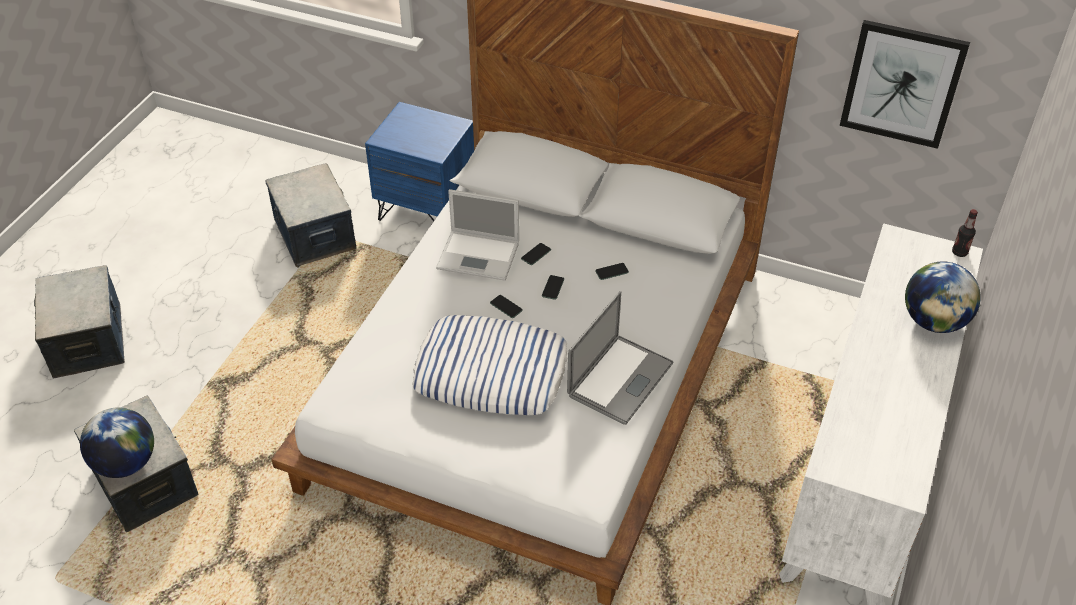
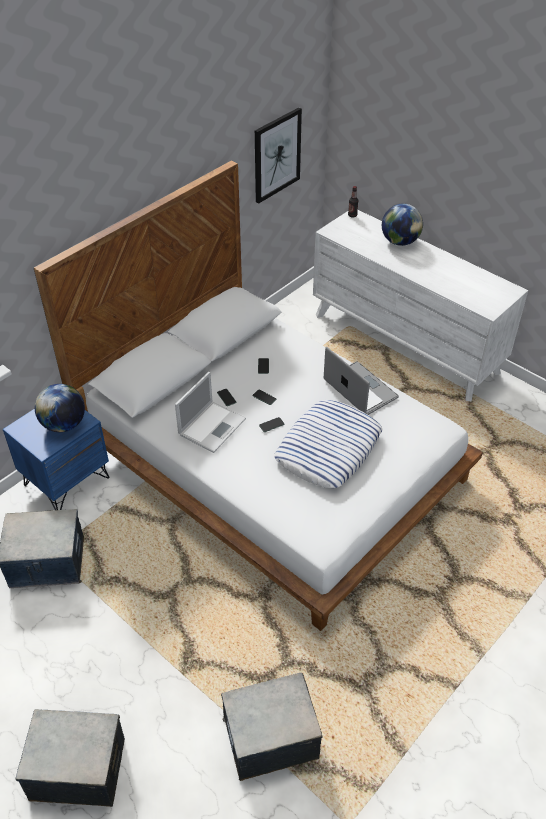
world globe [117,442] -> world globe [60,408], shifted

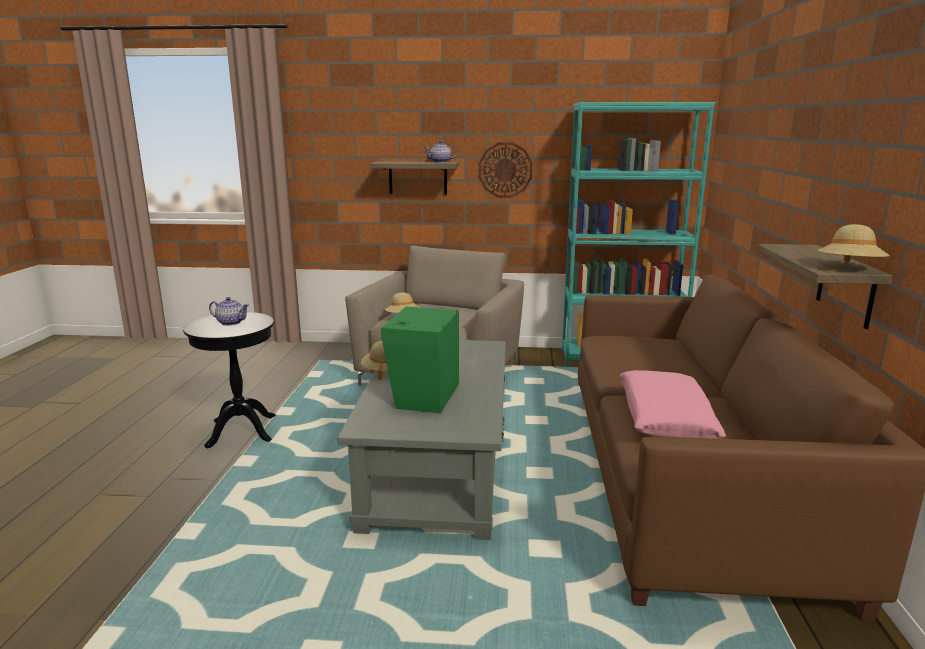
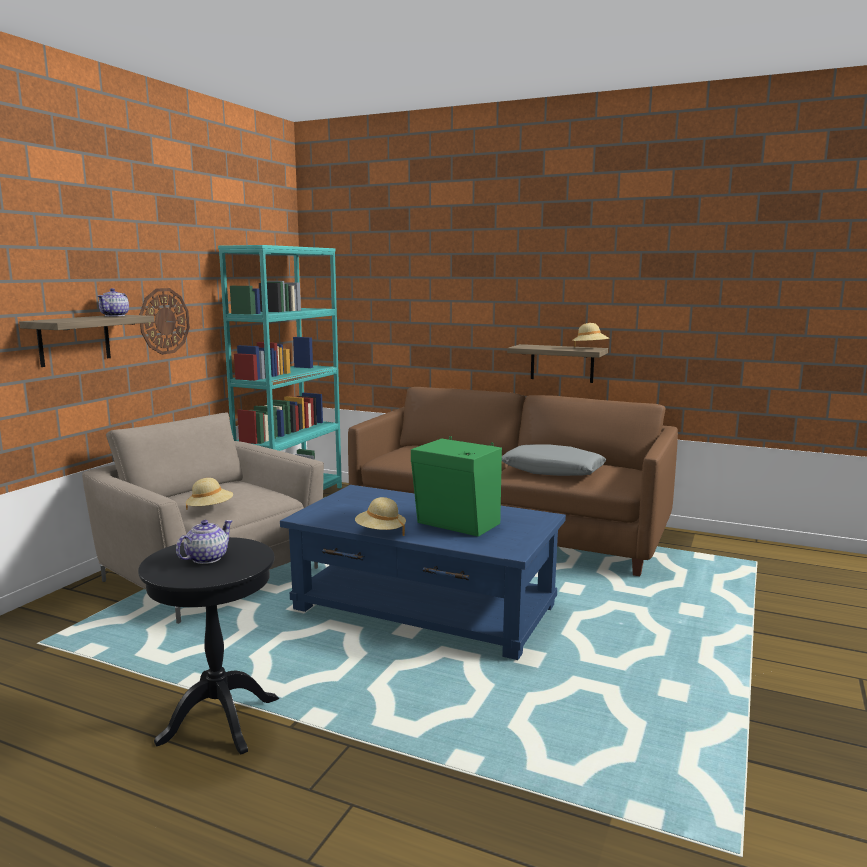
low table/grey [421,440] -> low table/blue [423,572]
throw pillow/pink-coloured [673,404] -> throw pillow/grey [554,460]

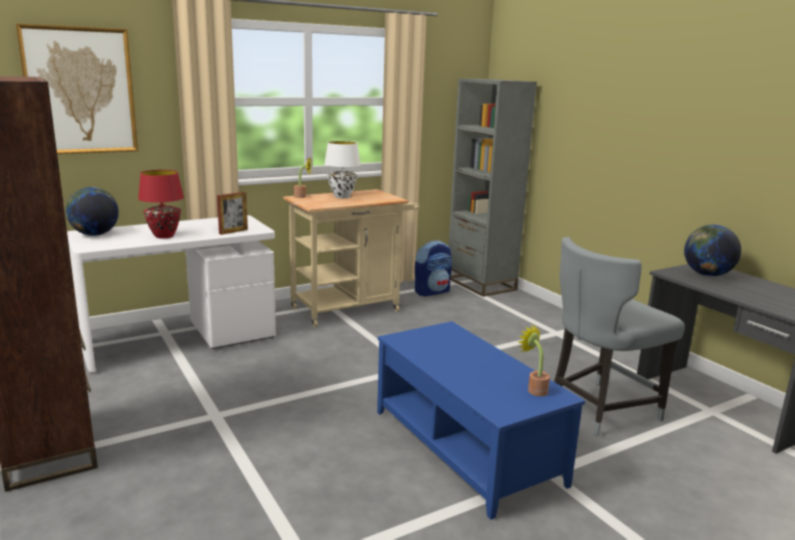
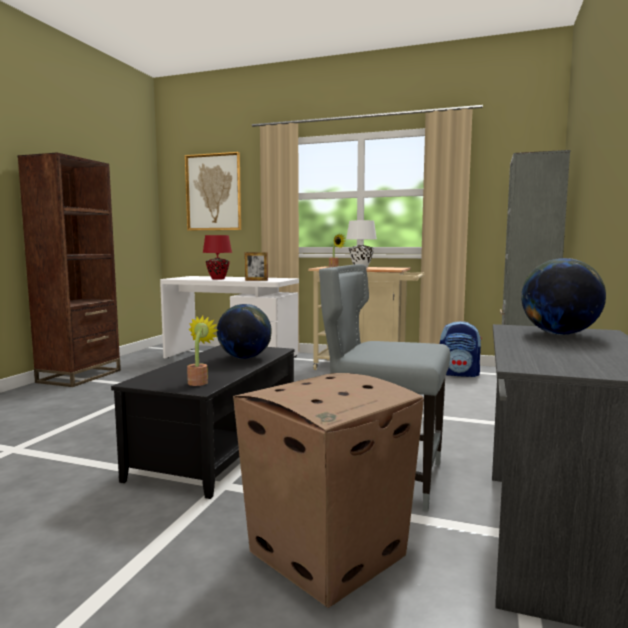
world globe [92,211] -> world globe [244,331], shifted
low table/blue [481,420] -> low table/black [203,422]
none -> packing box [328,490]

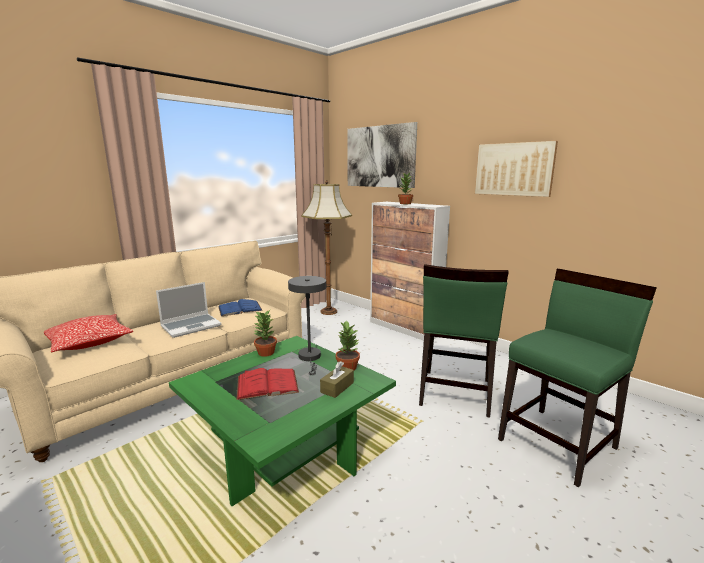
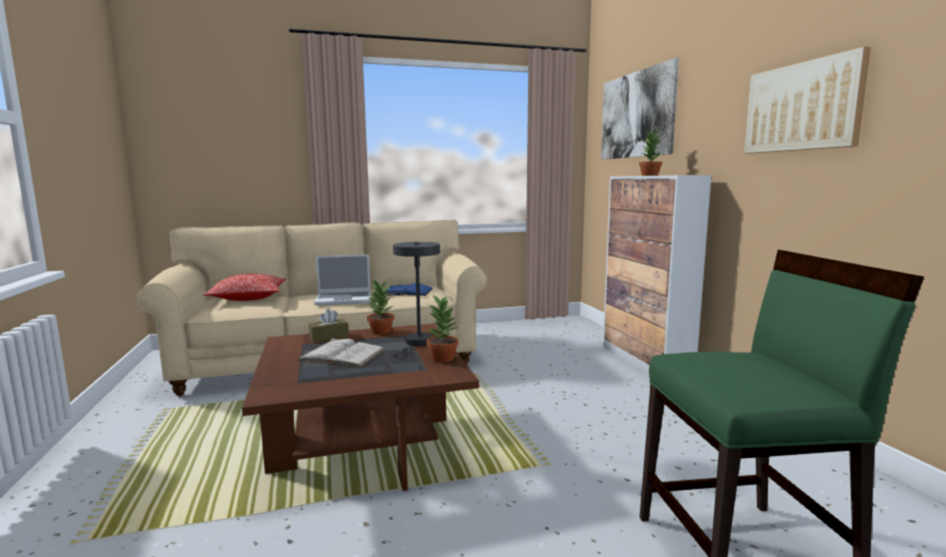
floor lamp [326,247] -> none
upright chair/green [464,340] -> none
low table/green [282,421] -> low table/brown-coloured [360,407]
box of tissues/brown-coloured [337,379] -> box of tissues/brown-coloured [329,326], shifted
book/reddish [268,384] -> book/white-coloured [341,352]

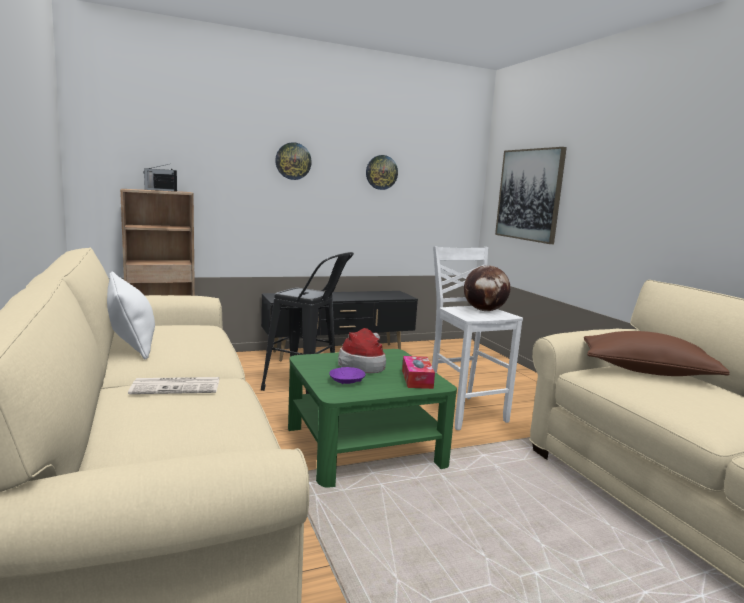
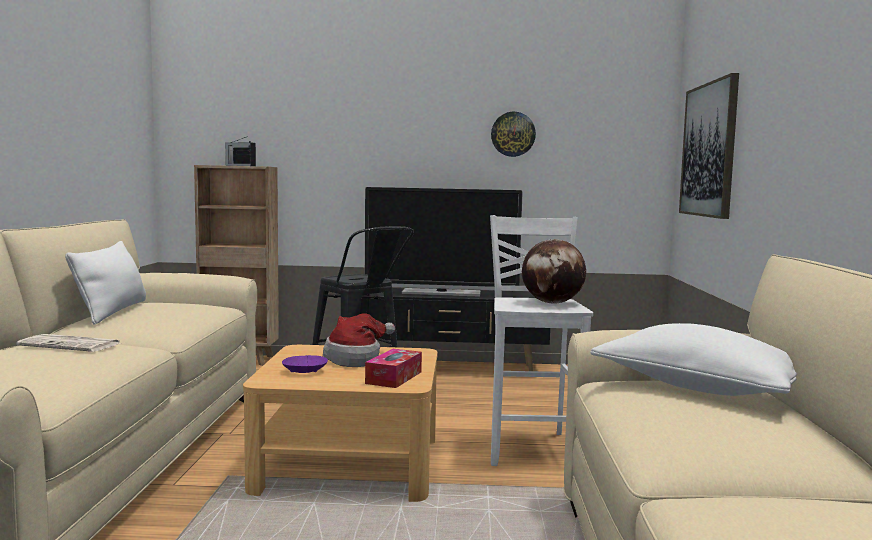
wall clock [293,161] -> none
throw pillow/brown-coloured [656,353] -> throw pillow/white-coloured [693,359]
low table/green [372,418] -> low table/beige [340,423]
none -> TV set [444,242]

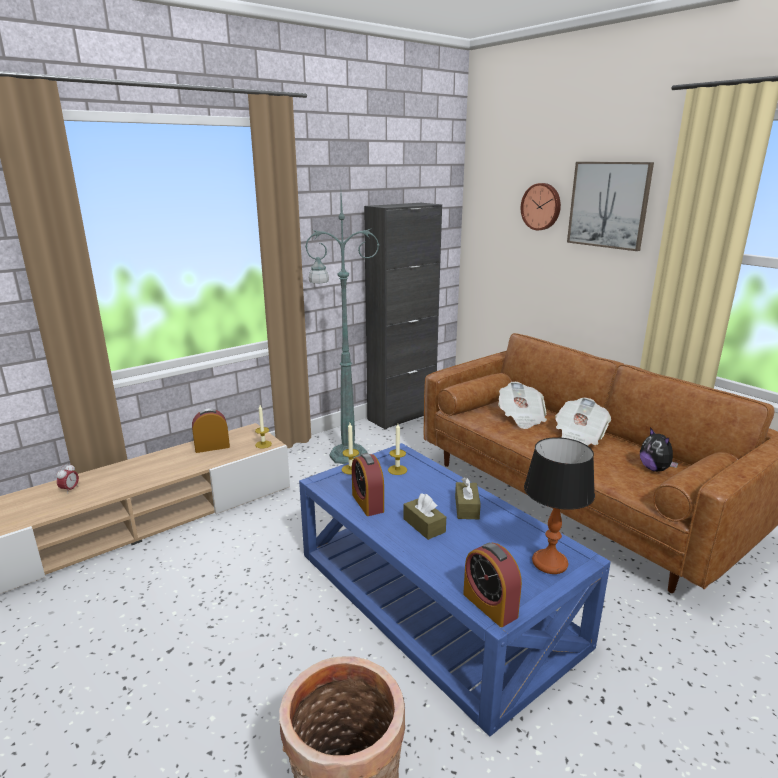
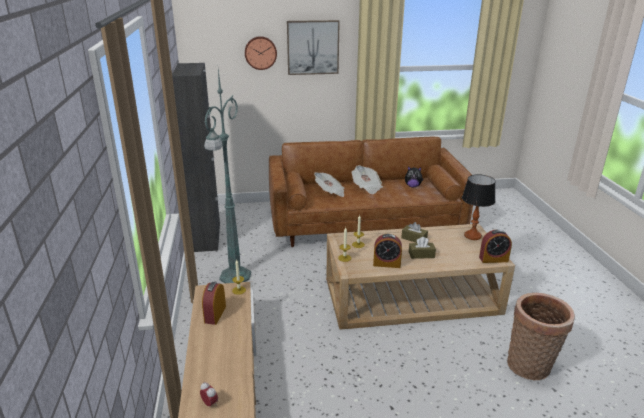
low table/blue [455,590] -> low table/beige [420,277]

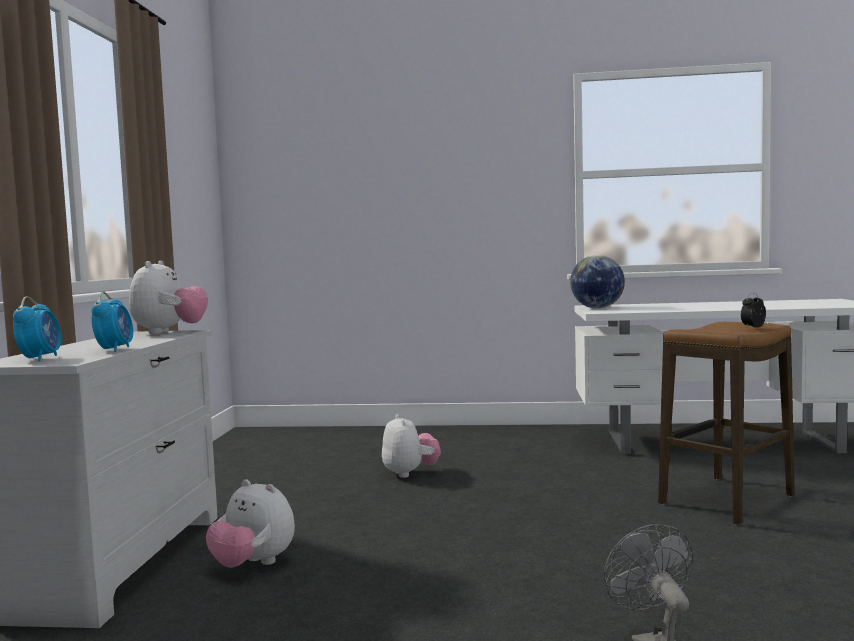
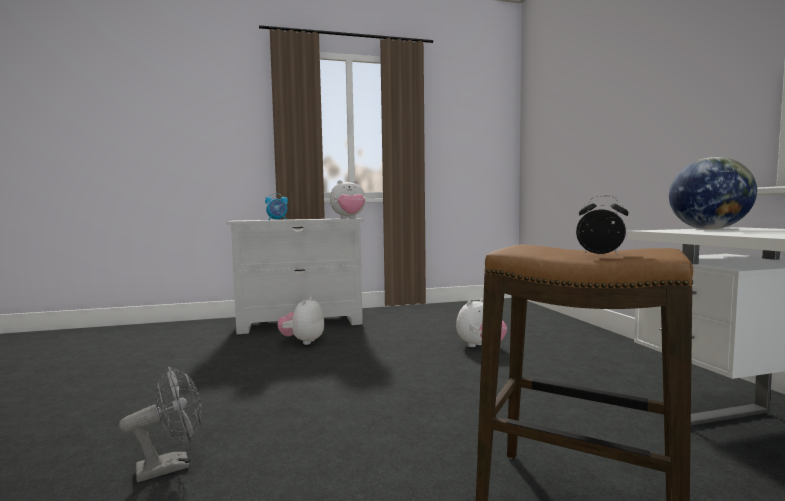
bedside clock [37,328] -> none

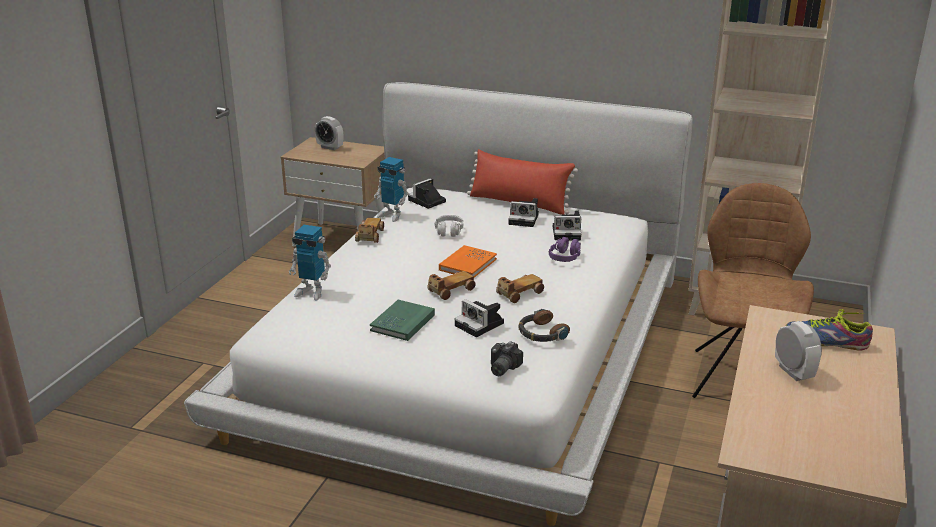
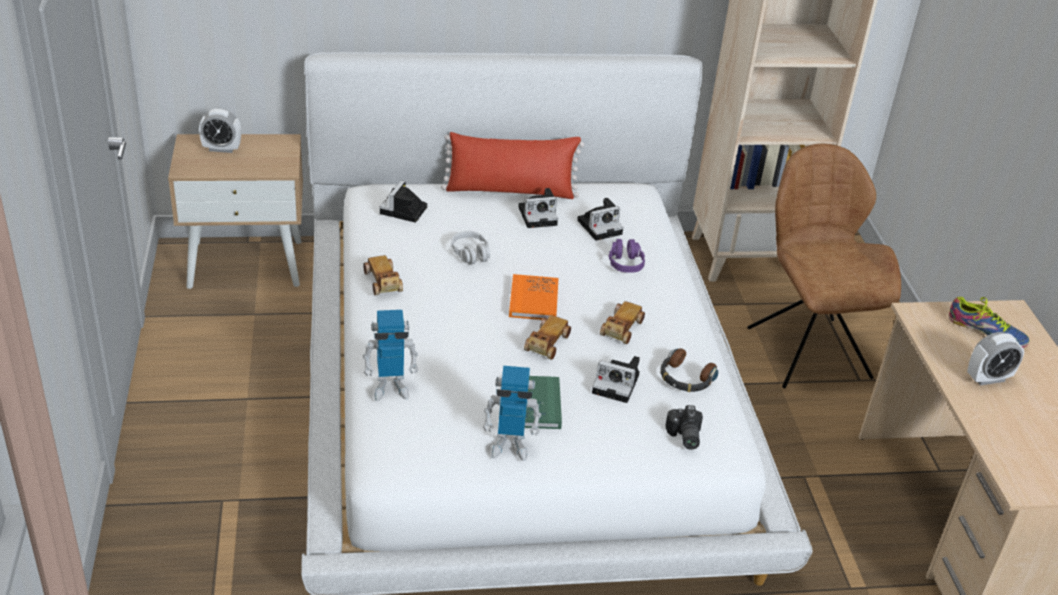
toy robot [391,189] -> toy robot [512,413], shifted
shoe [829,329] -> shoe [989,322], 135 degrees counterclockwise
bedside clock [798,351] -> bedside clock [995,358], 120 degrees clockwise

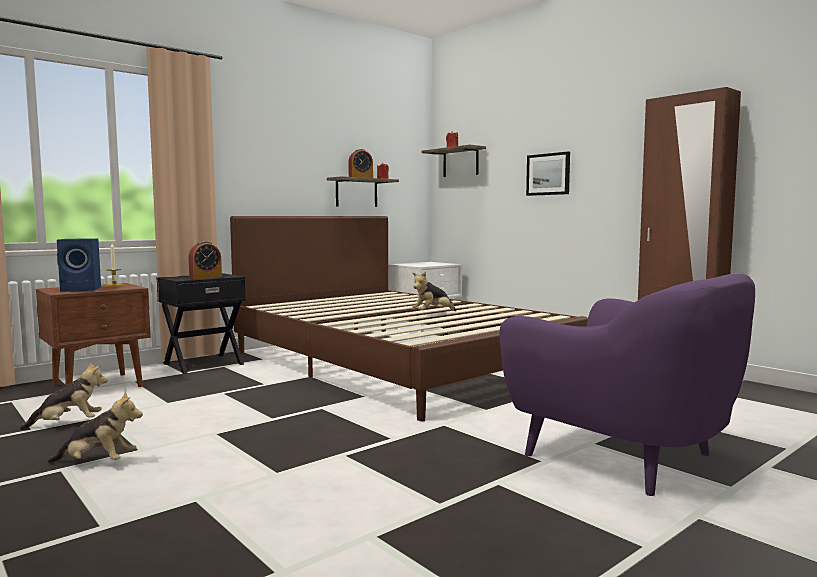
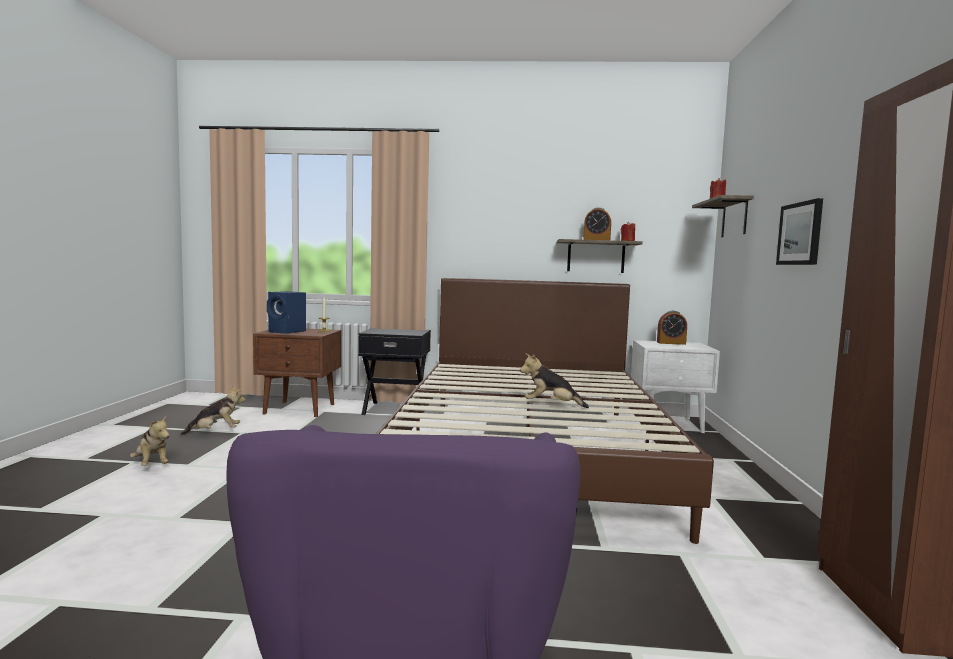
bedside clock [205,260] -> bedside clock [672,328], shifted
soft toy [64,396] -> soft toy [213,410], 45 degrees counterclockwise

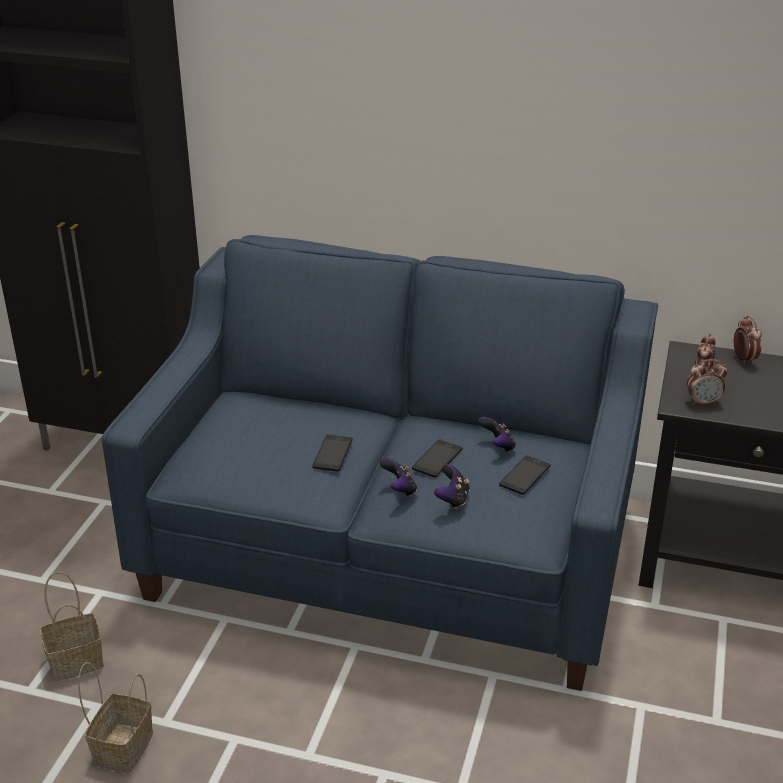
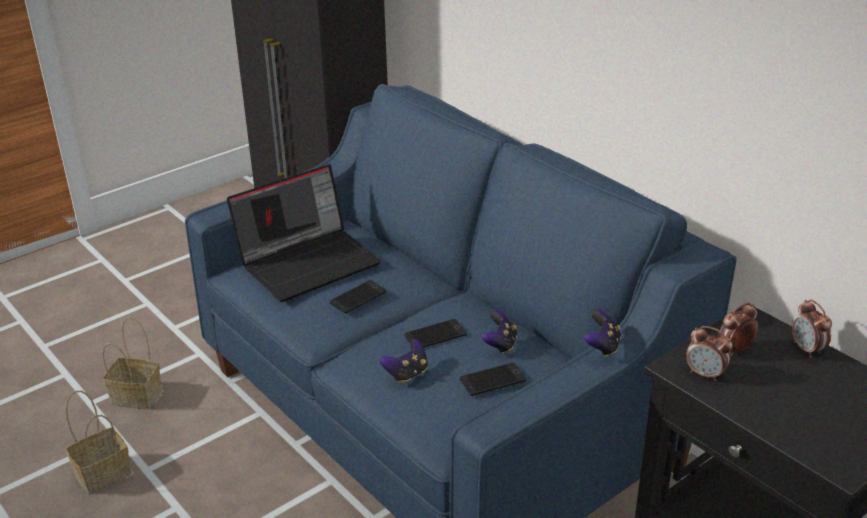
bedside clock [748,340] -> bedside clock [812,329], 135 degrees clockwise
joypad [398,477] -> joypad [602,333], shifted
none -> notebook computer [304,233]

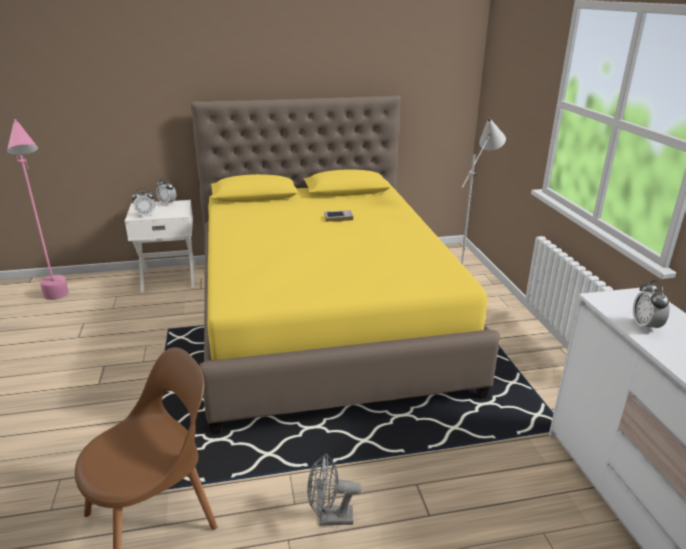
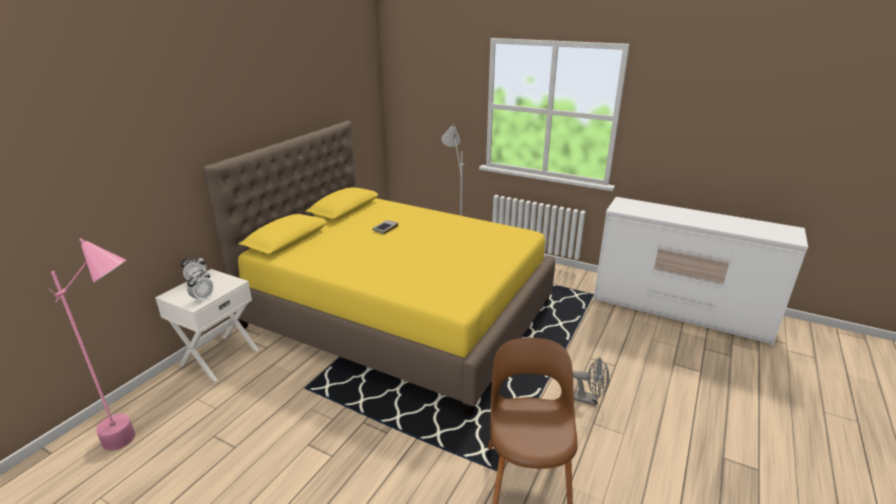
bedside clock [651,306] -> none
electric fan/grey [334,489] -> electric fan/grey [591,381], 105 degrees counterclockwise

